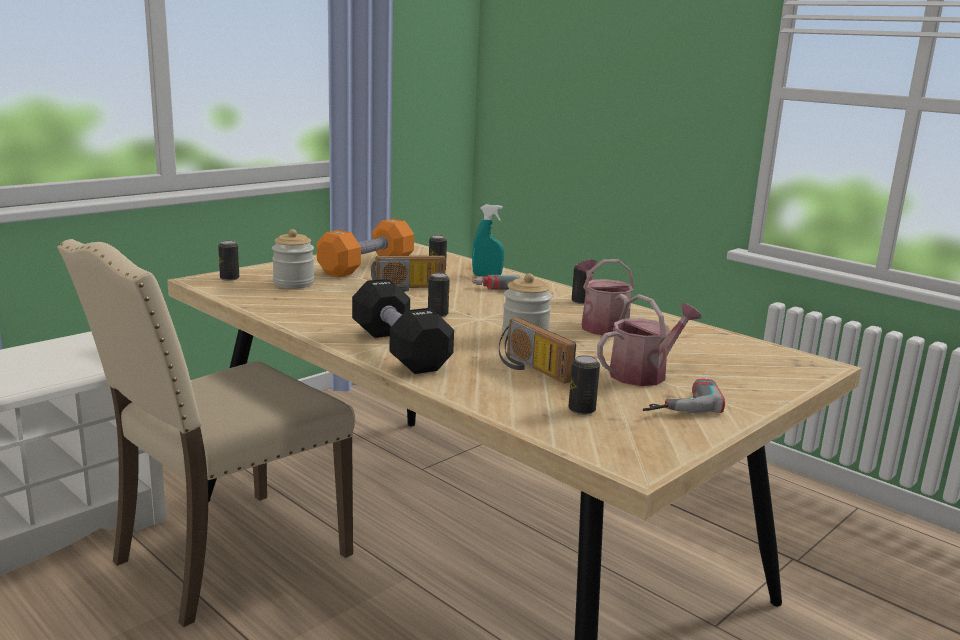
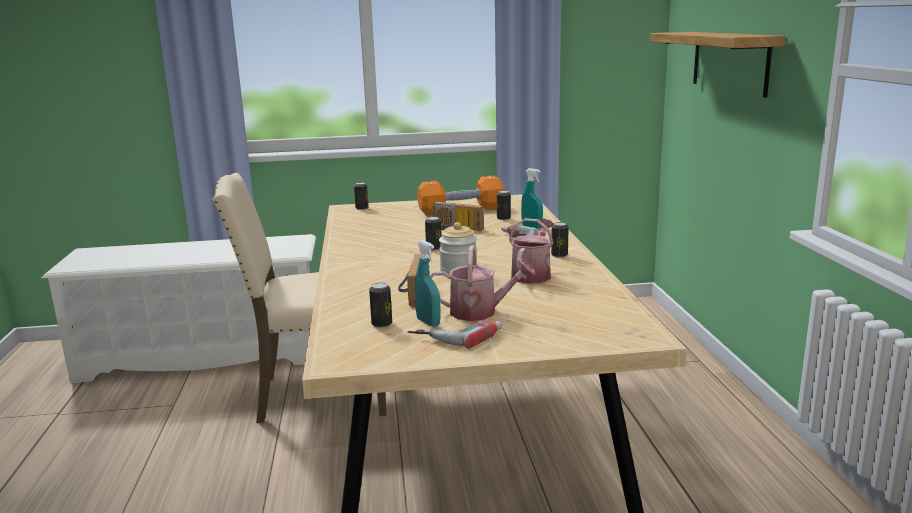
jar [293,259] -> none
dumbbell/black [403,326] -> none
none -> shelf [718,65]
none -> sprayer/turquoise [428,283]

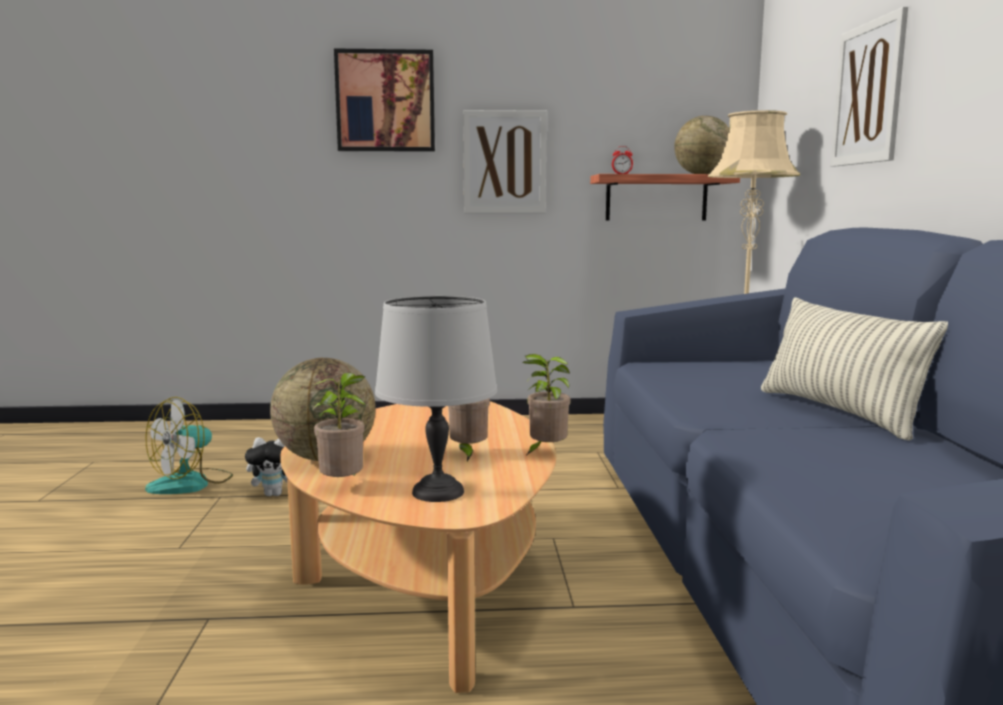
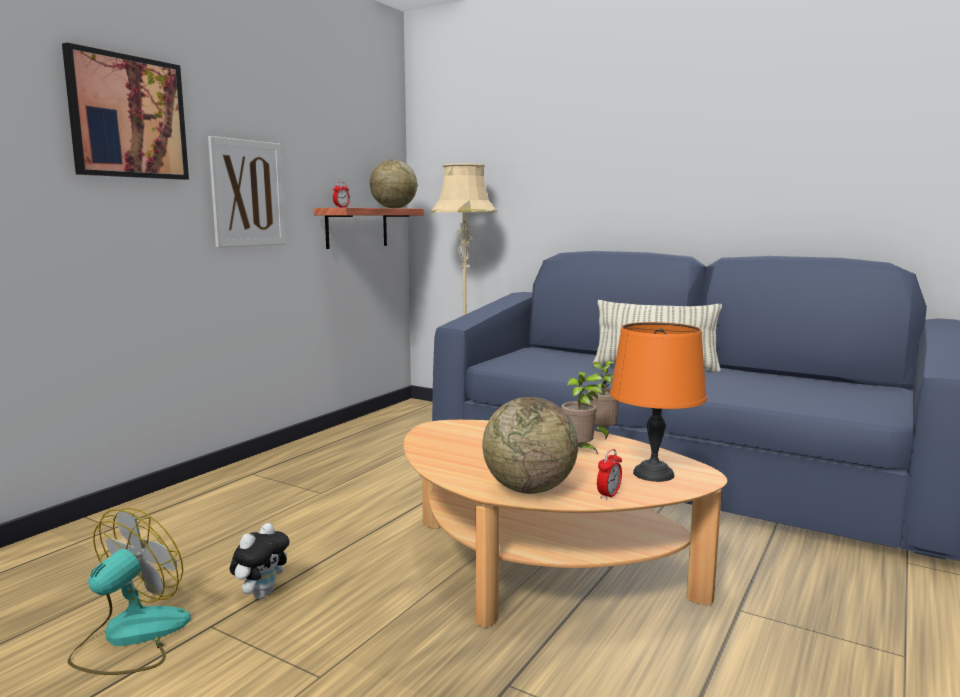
wall art [869,87] -> none
table lamp/grey [436,399] -> table lamp/orangey [658,402]
houseplant [339,425] -> bedside clock [609,474]
electric fan [189,445] -> electric fan [129,591], 135 degrees counterclockwise

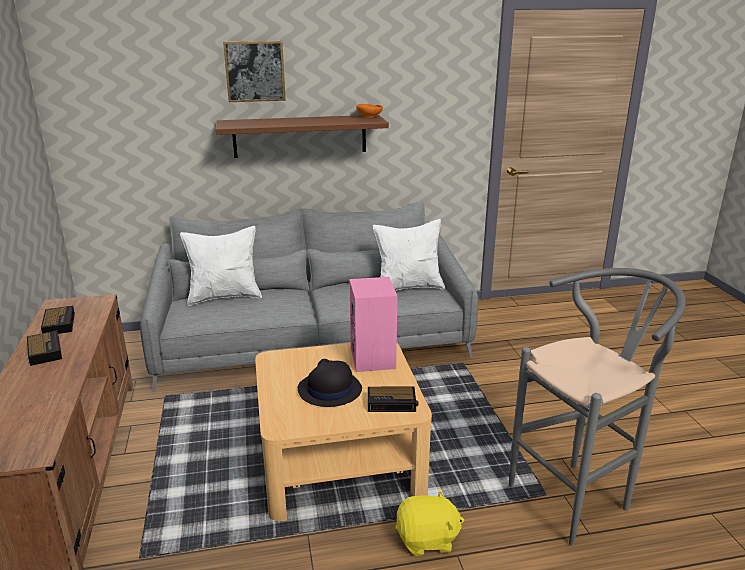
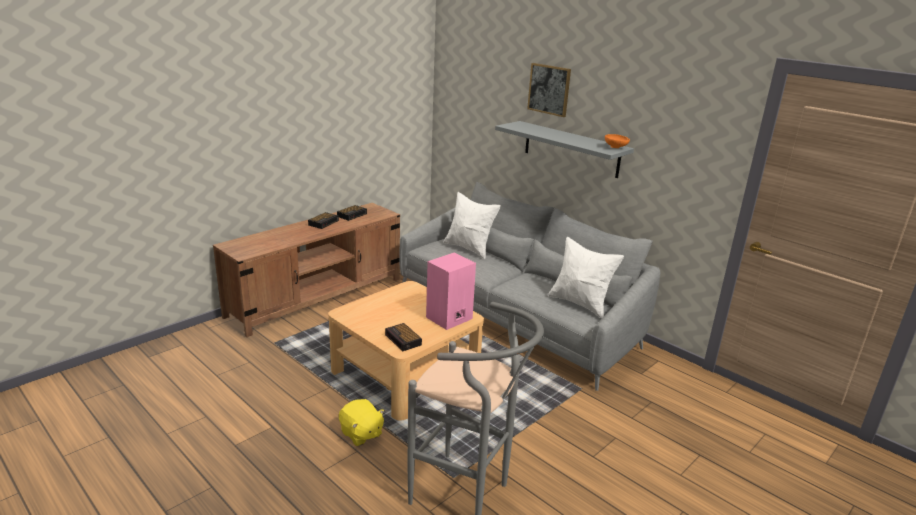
shelf/brown-coloured [302,136] -> shelf/grey [564,149]
wearable hat/black [330,383] -> none

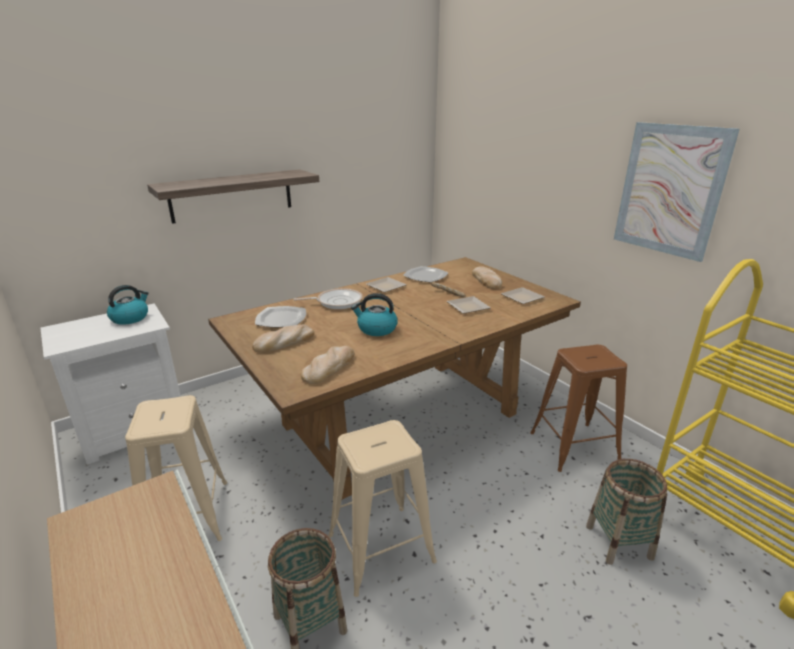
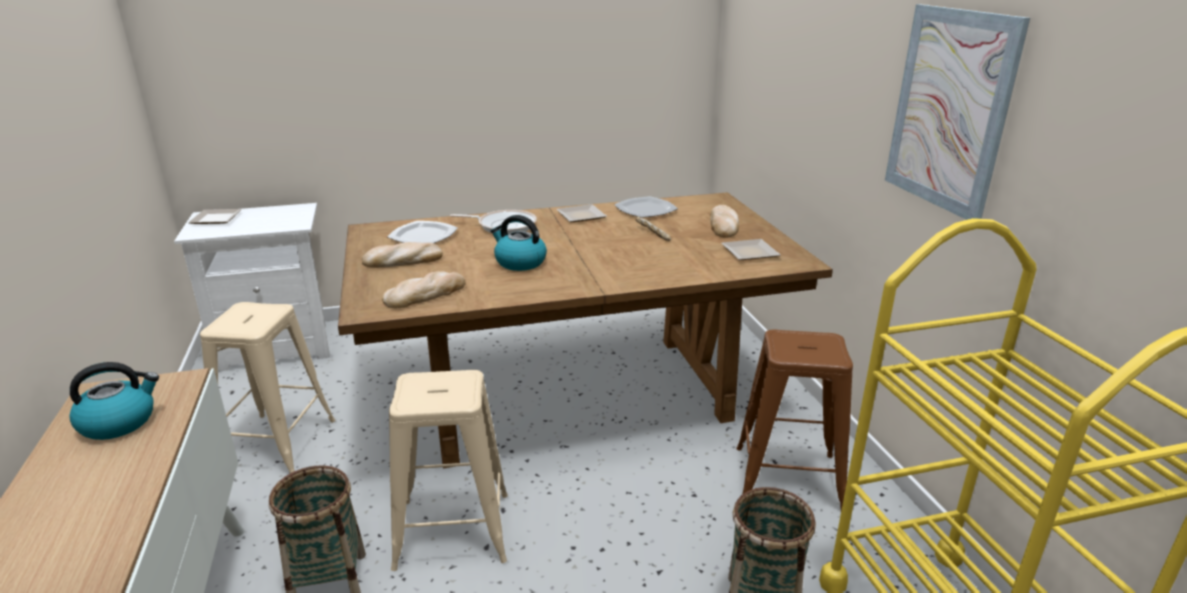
shelf [233,196] -> none
kettle [128,305] -> kettle [114,401], shifted
flat dish [469,305] -> flat dish [215,216], shifted

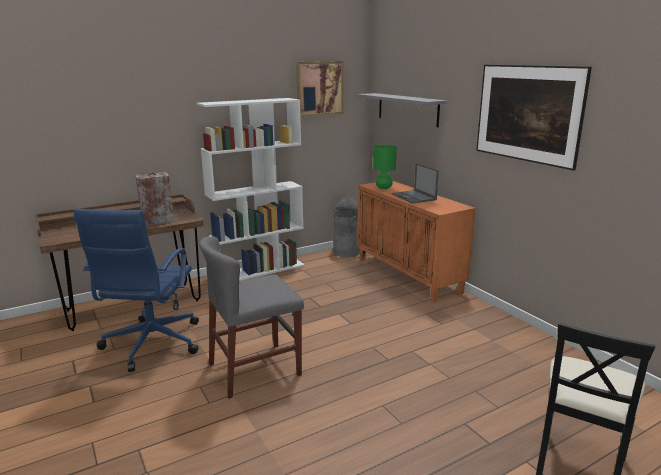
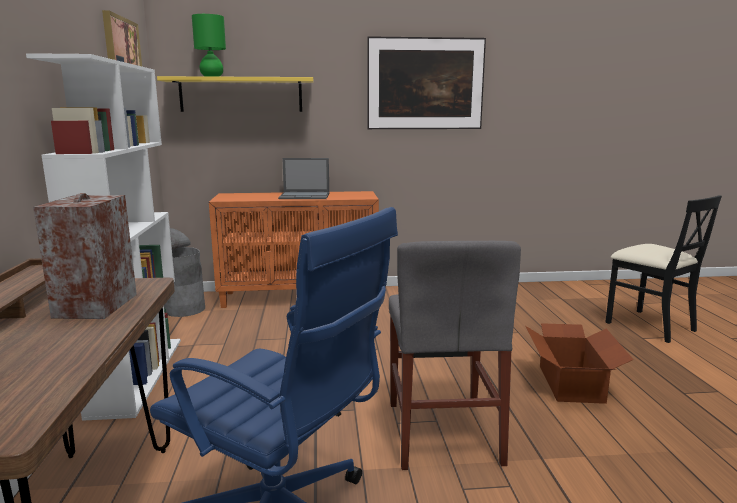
shelf/grey [402,110] -> shelf/yellowish [235,94]
table lamp/green [385,167] -> table lamp/green [209,45], shifted
none -> packing box [579,363]

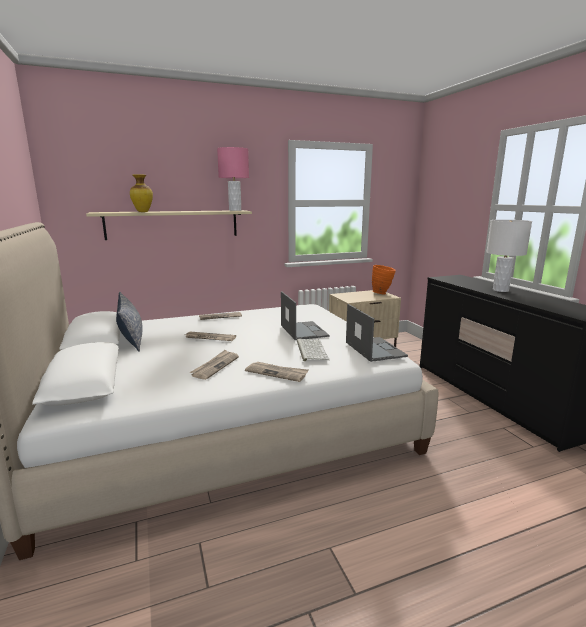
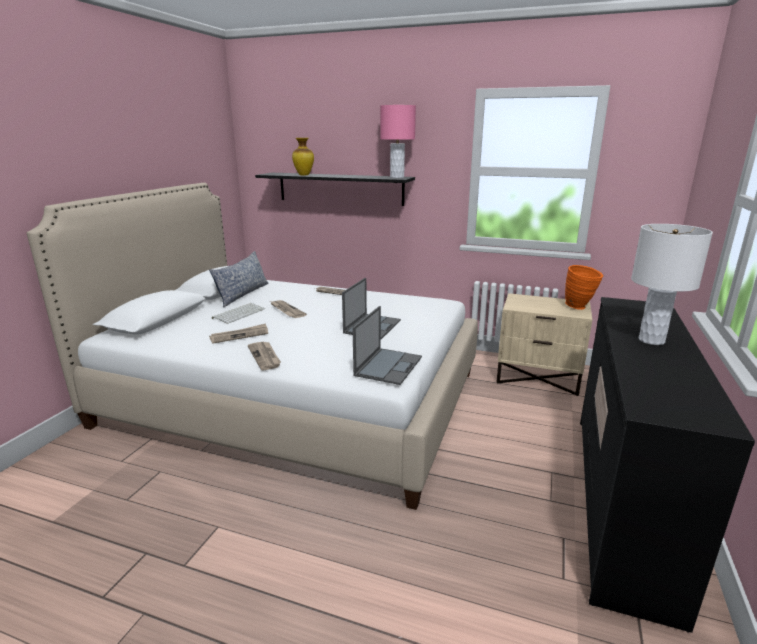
shelf/beige [169,225] -> shelf/black [335,189]
computer keyboard [313,350] -> computer keyboard [238,313], shifted

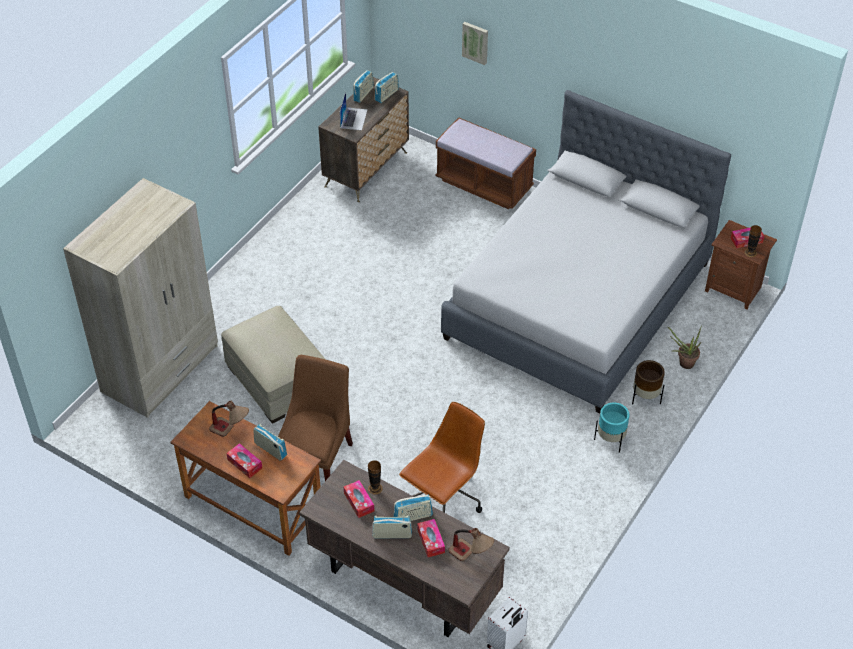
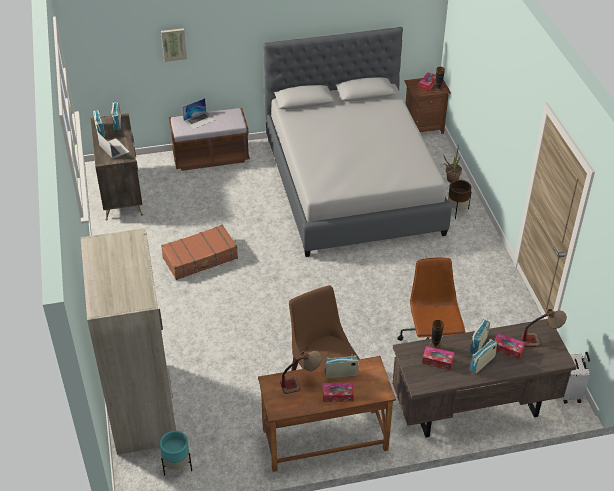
pouffe/beige [273,364] -> none
plant pot/turquoise [611,427] -> plant pot/turquoise [176,453], shifted
none -> notebook computer [198,113]
none -> travel case/brown-coloured [199,252]

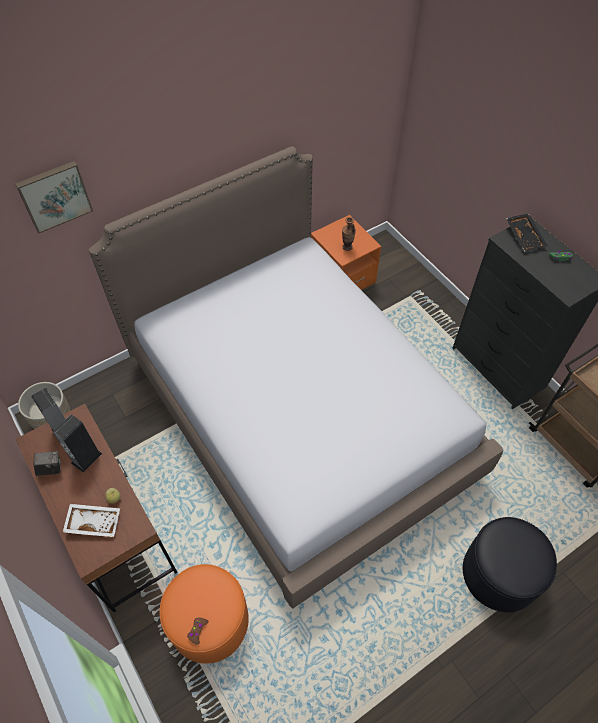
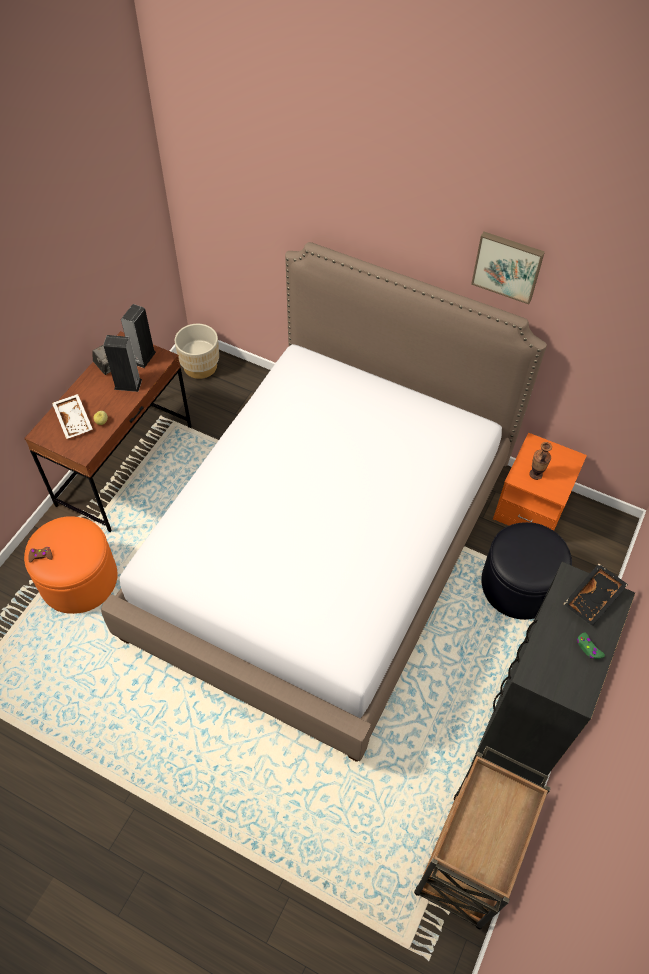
wall art [54,197] -> wall art [508,268], shifted
pouffe/black [510,564] -> pouffe/black [526,571], shifted

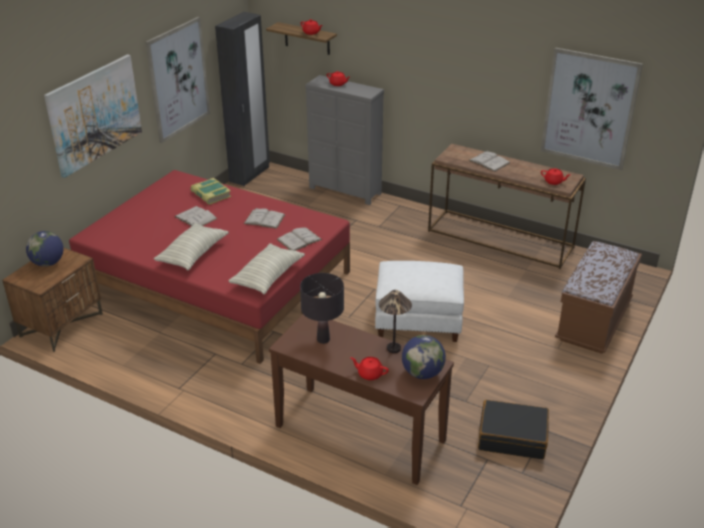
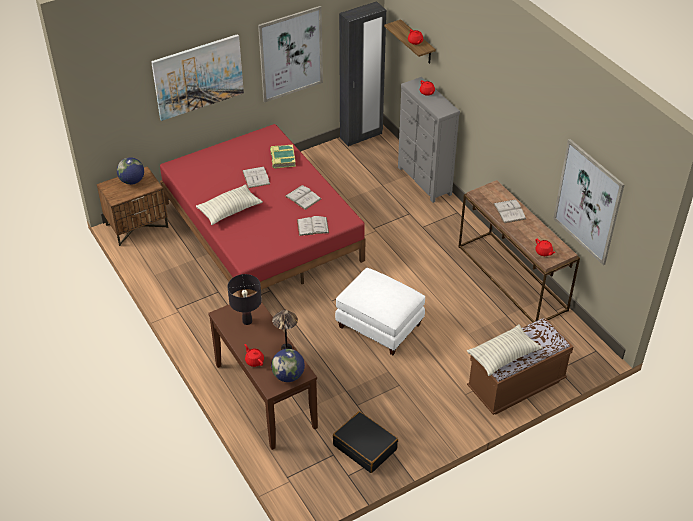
throw pillow [266,269] -> throw pillow [504,350], shifted

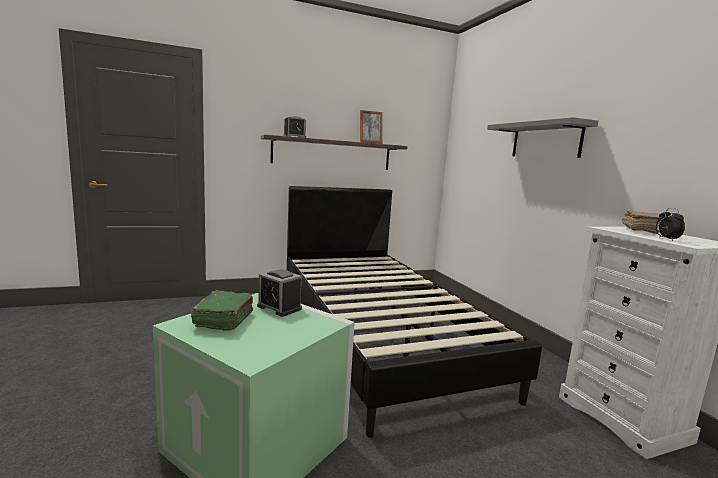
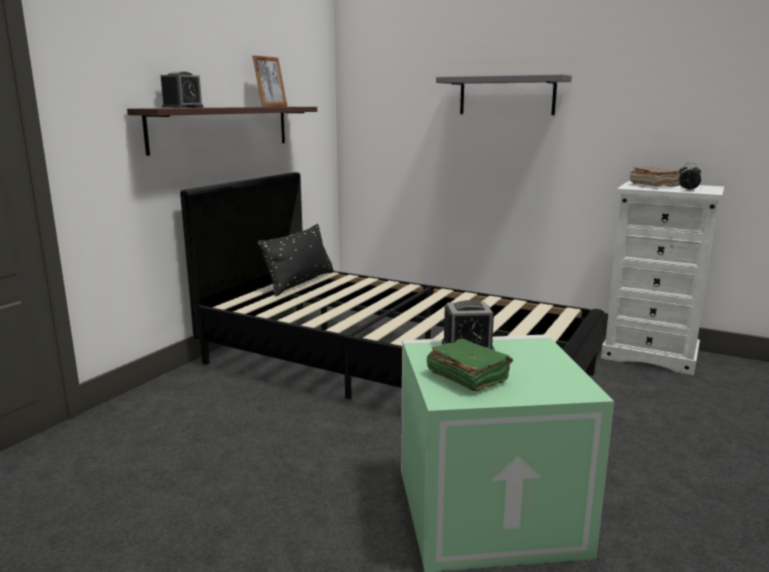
none -> throw pillow/black [296,260]

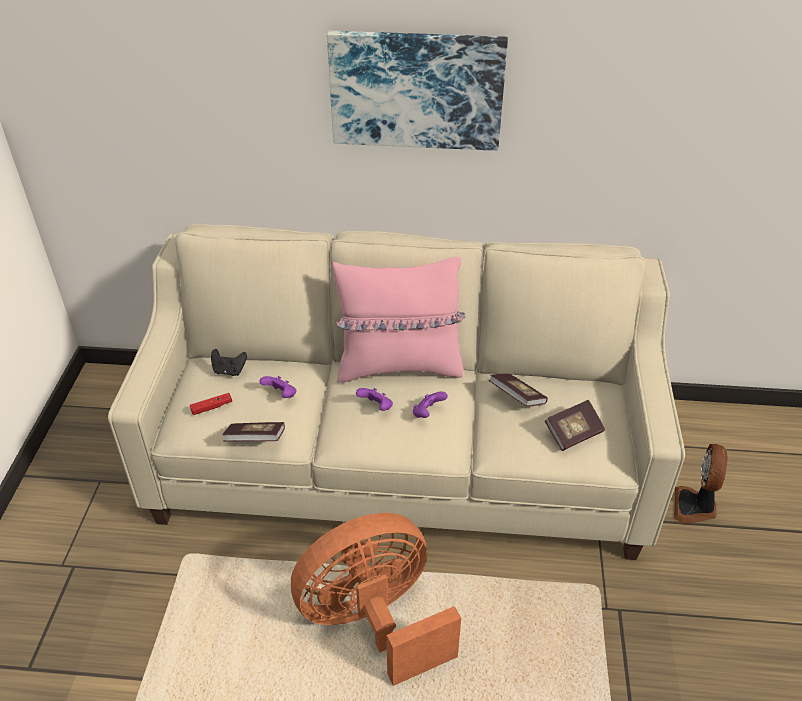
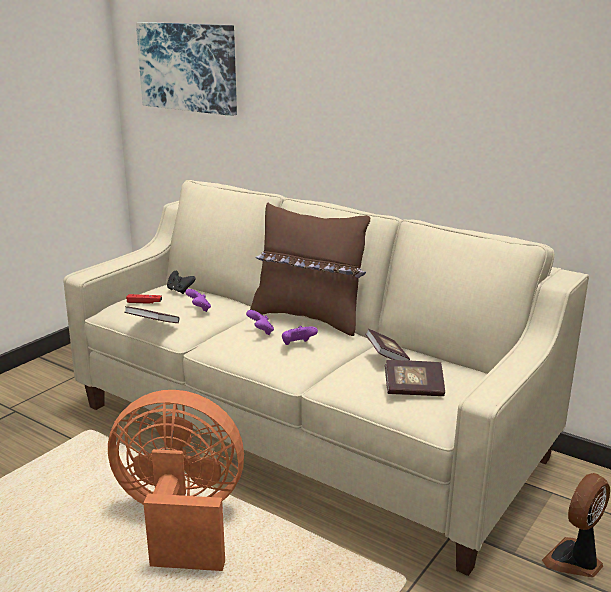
wall art [417,91] -> wall art [186,69], shifted
throw pillow/pink-coloured [398,320] -> throw pillow/brown-coloured [310,269]

